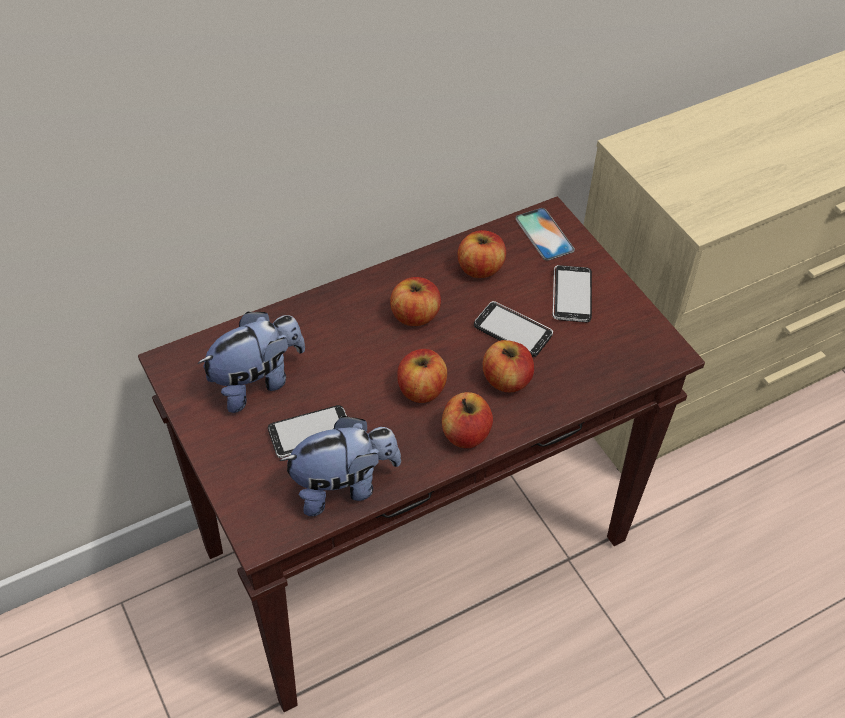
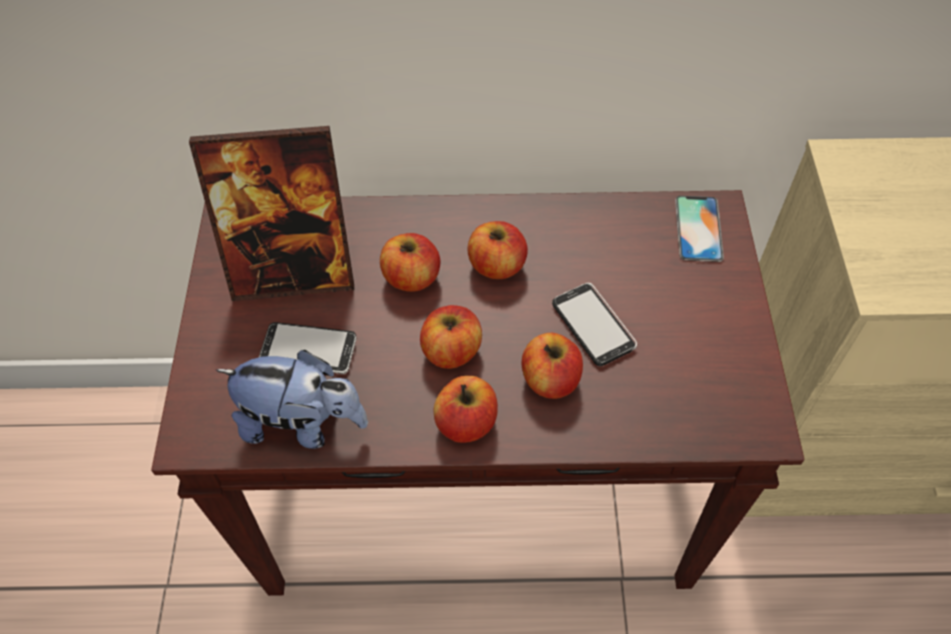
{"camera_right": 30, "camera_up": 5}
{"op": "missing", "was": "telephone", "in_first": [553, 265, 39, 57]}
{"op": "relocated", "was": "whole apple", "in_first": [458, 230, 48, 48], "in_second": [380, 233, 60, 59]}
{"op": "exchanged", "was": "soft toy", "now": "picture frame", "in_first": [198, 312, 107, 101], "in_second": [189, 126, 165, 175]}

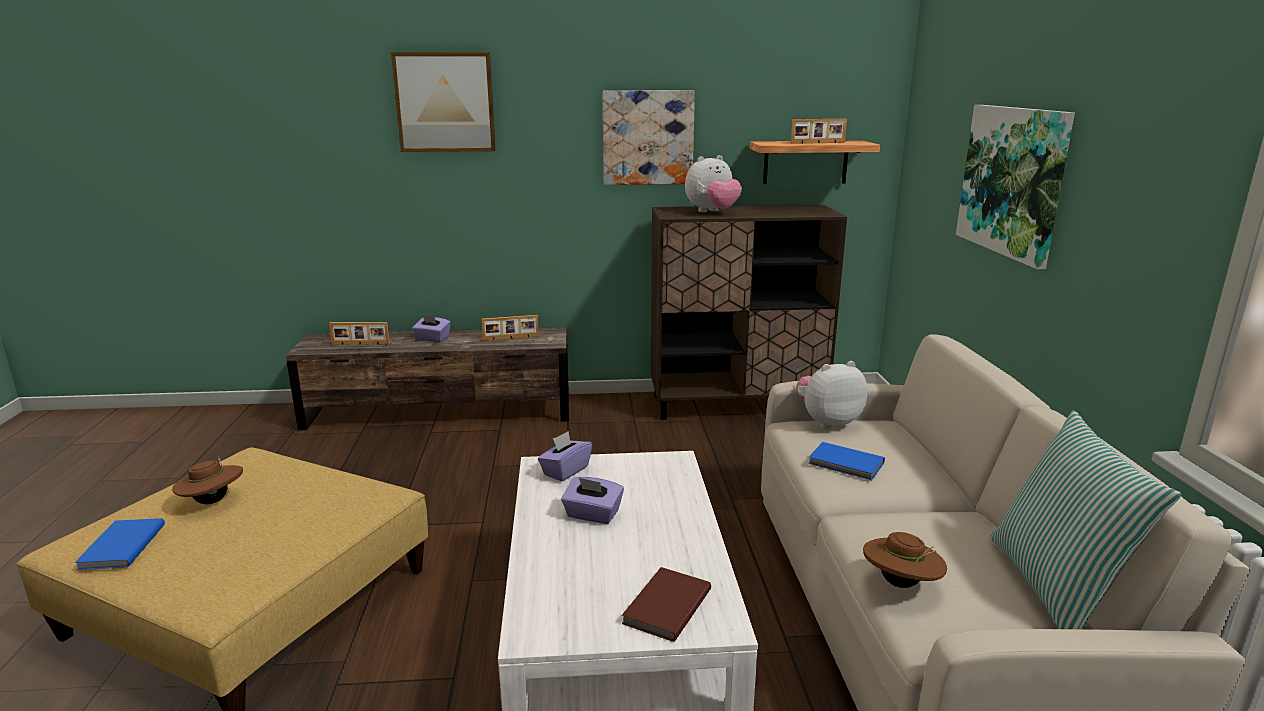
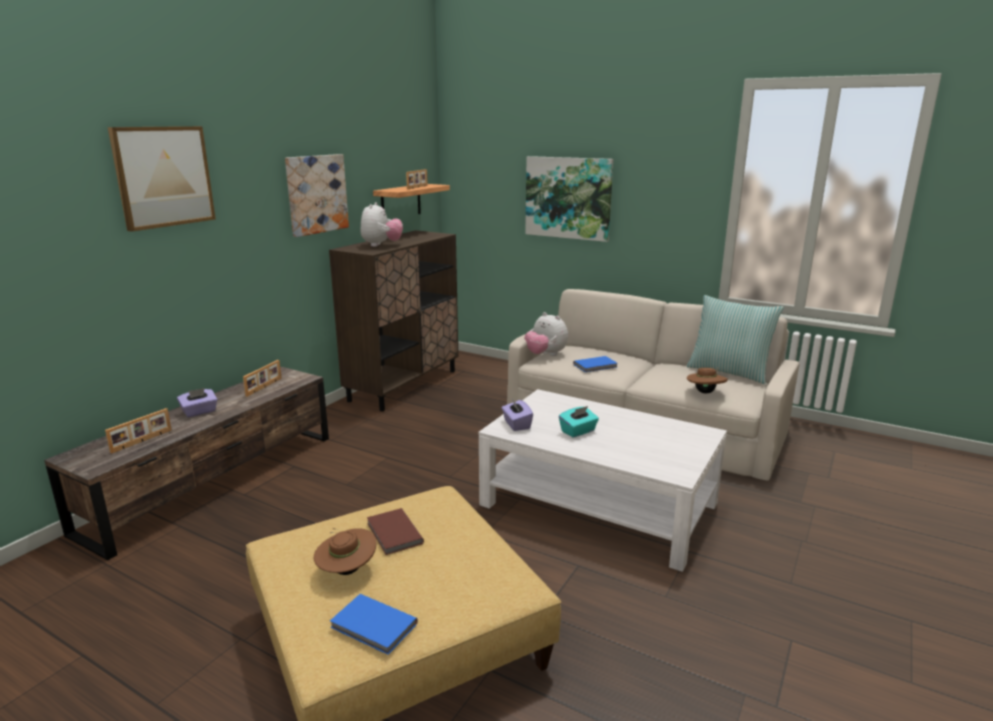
{"camera_right": -55, "camera_up": 0}
{"op": "relocated", "was": "brownish bound book", "in_first": [622, 567, 89, 75], "in_second": [367, 508, 57, 47]}
{"op": "colour", "was": "purplish tissue box", "now": "turquoise tissue box", "in_first": [561, 477, 63, 47], "in_second": [559, 406, 40, 31]}
{"op": "spun", "was": "soft toy", "in_first": [796, 361, 72, 69], "in_second": [524, 312, 44, 44], "clockwise": -60}

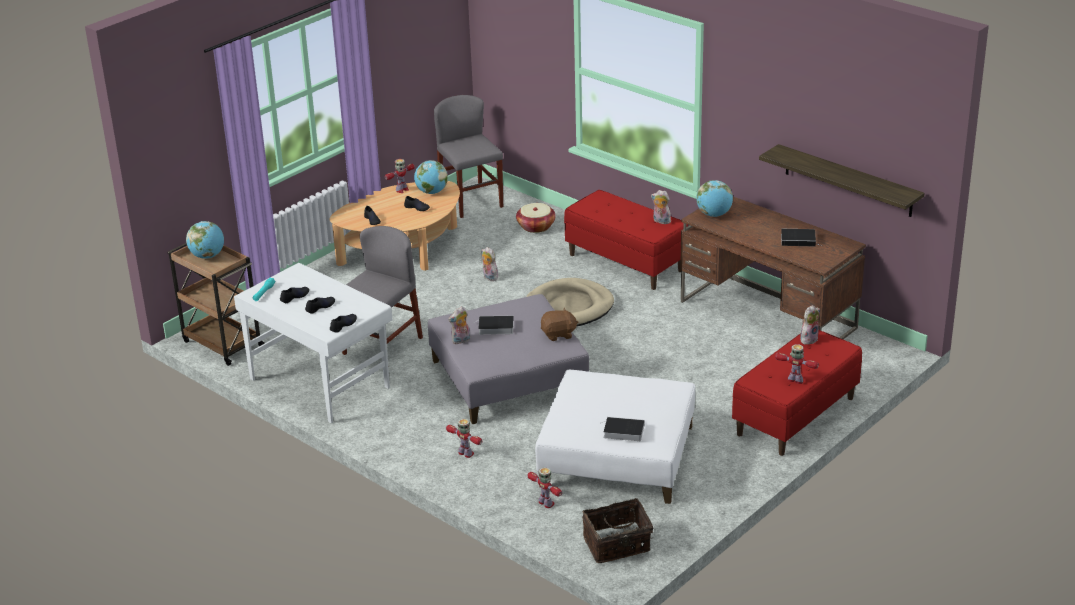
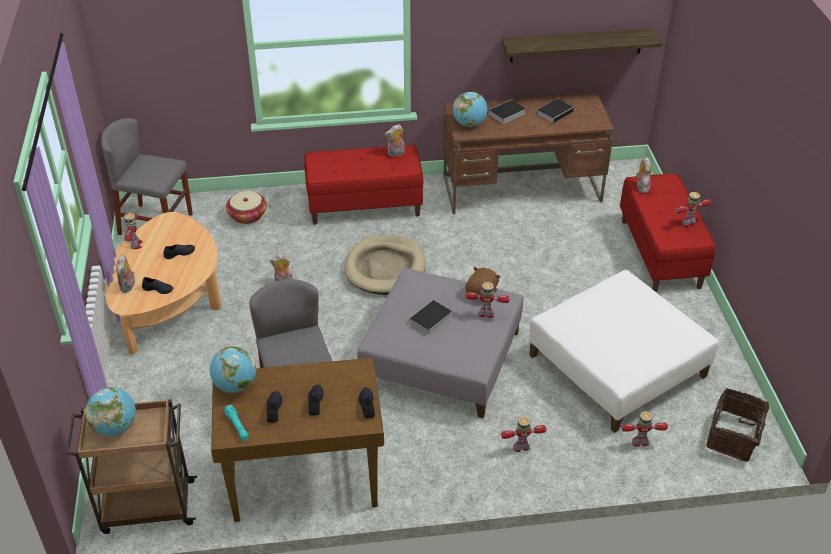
{"camera_right": -50, "camera_up": 10}
{"op": "appeared", "now": "model robot", "in_second": [465, 282, 45, 36]}
{"op": "relocated", "was": "globe", "in_first": [414, 160, 34, 34], "in_second": [210, 346, 46, 47]}
{"op": "relocated", "was": "soft toy", "in_first": [448, 306, 22, 38], "in_second": [116, 255, 19, 38]}
{"op": "relocated", "was": "bound book", "in_first": [602, 417, 43, 24], "in_second": [486, 100, 40, 24]}
{"op": "colour", "was": "white-coloured desk table", "now": "brownish desk table", "in_first": [234, 263, 158, 161], "in_second": [211, 358, 173, 164]}

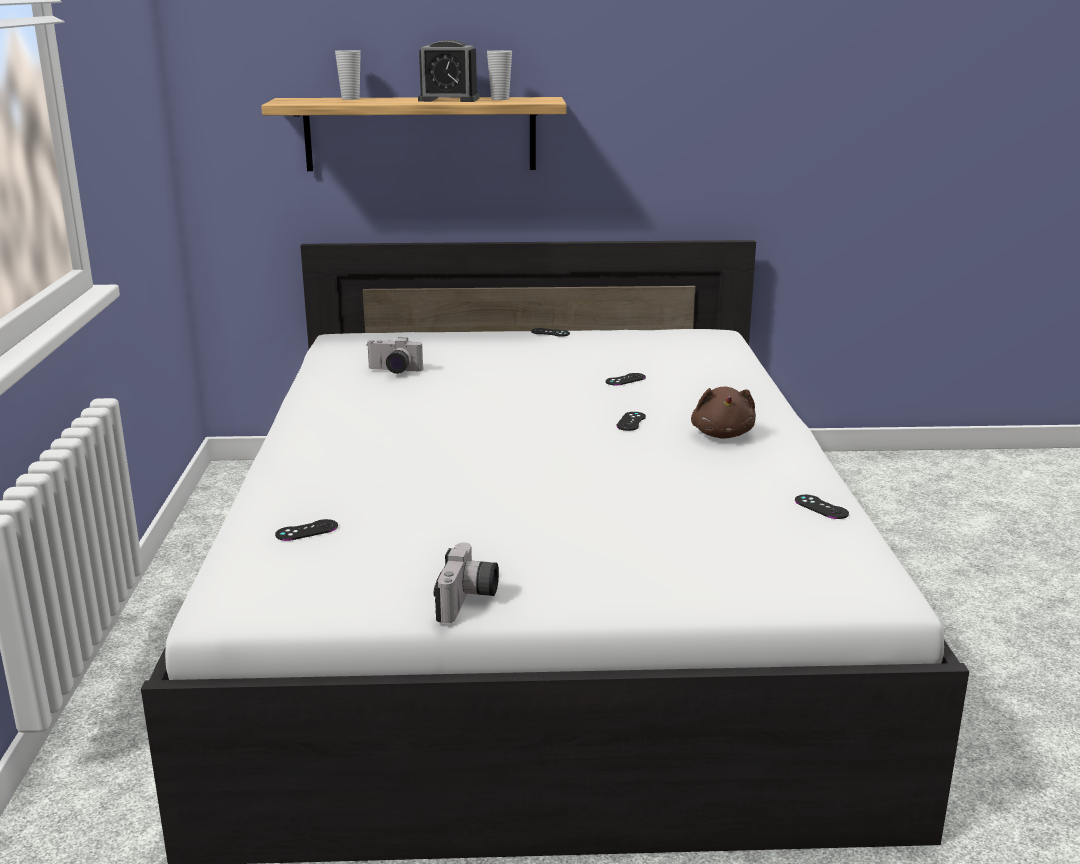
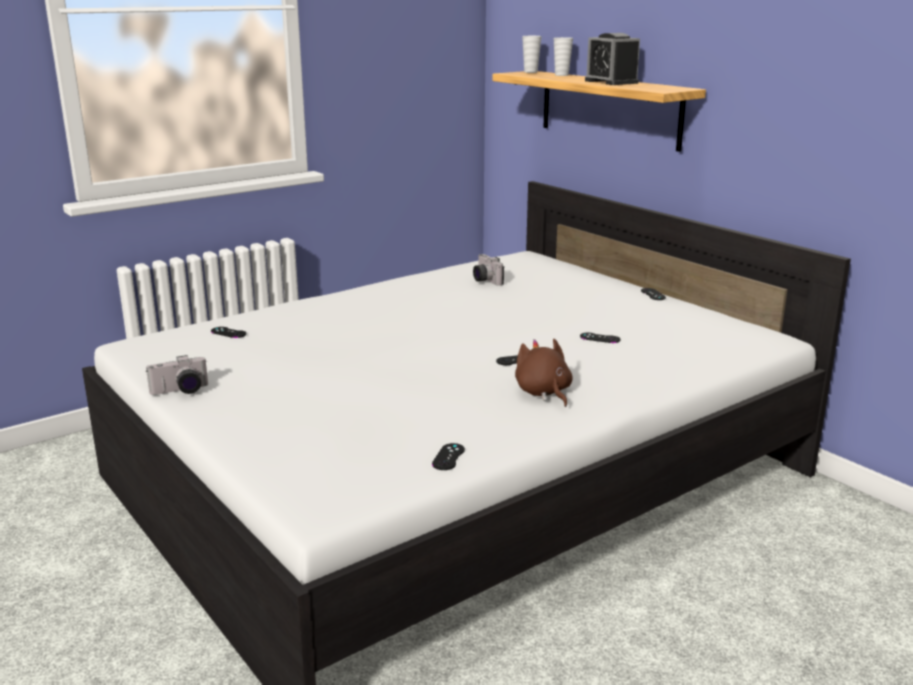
{"camera_right": 55, "camera_up": 0}
{"op": "relocated", "was": "drinking cup", "in_first": [487, 50, 25, 50], "in_second": [522, 36, 19, 37]}
{"op": "spun", "was": "brownish soft toy", "in_first": [691, 387, 65, 52], "in_second": [515, 338, 58, 69], "clockwise": 105}

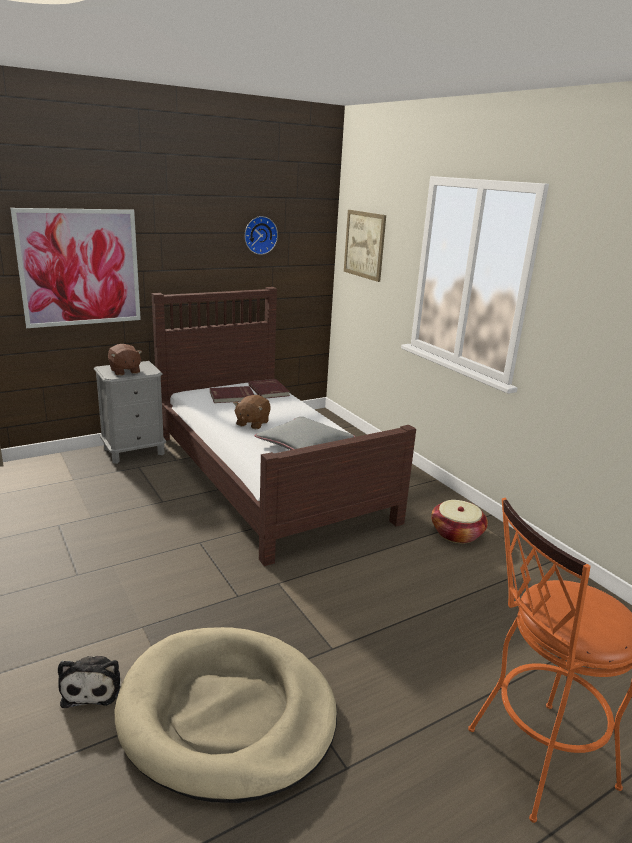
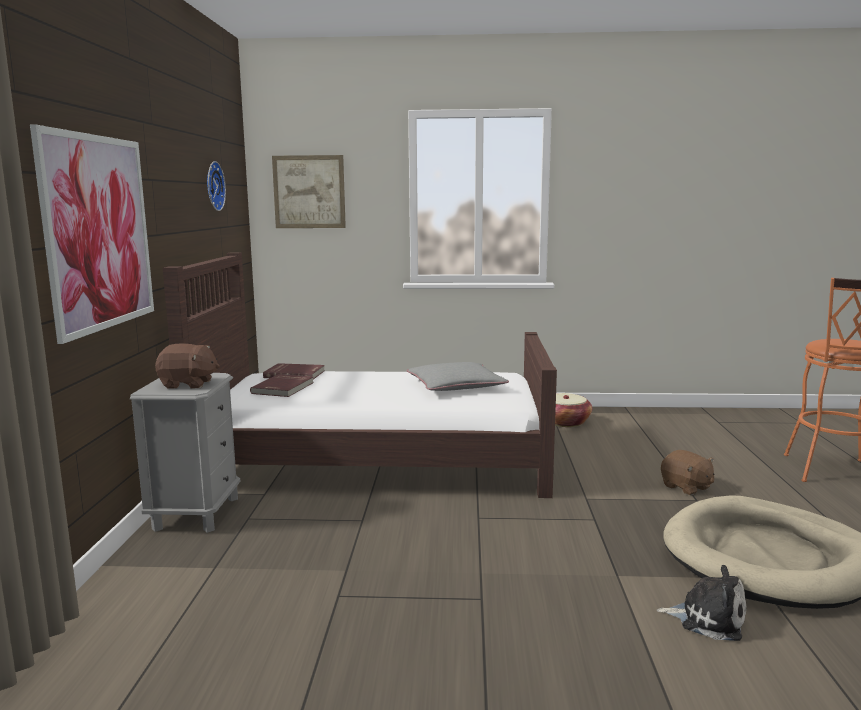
{"camera_right": -55, "camera_up": -10}
{"op": "relocated", "was": "brownish soft toy", "in_first": [234, 395, 37, 34], "in_second": [661, 450, 53, 46]}

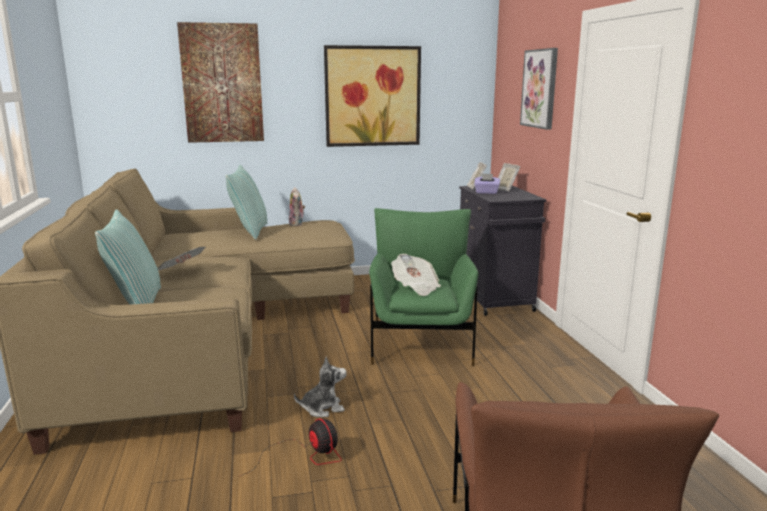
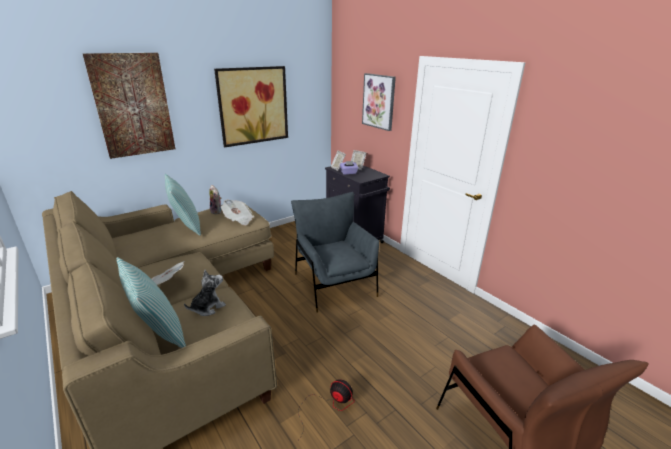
{"camera_right": -25, "camera_up": 10}
{"op": "relocated", "was": "soft toy", "in_first": [294, 357, 53, 60], "in_second": [184, 270, 42, 46]}
{"op": "relocated", "was": "newspaper", "in_first": [391, 254, 50, 42], "in_second": [221, 200, 33, 25]}
{"op": "colour", "was": "green-coloured armchair", "now": "gray armchair", "in_first": [369, 208, 109, 158], "in_second": [291, 192, 88, 121]}

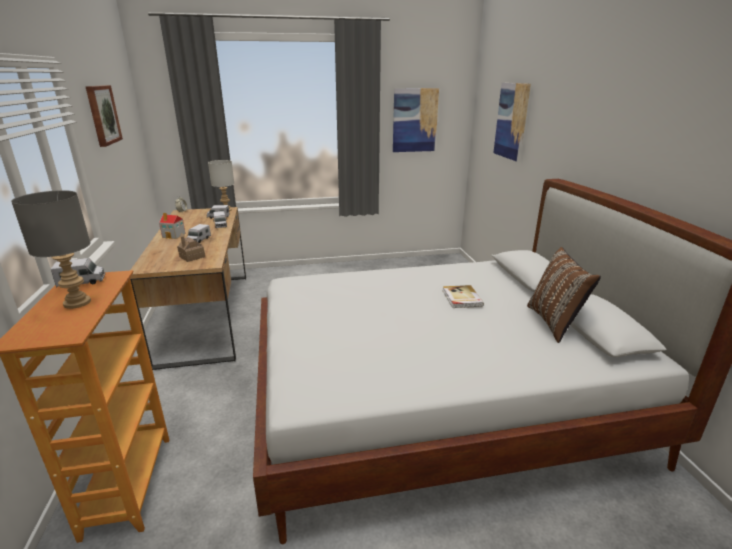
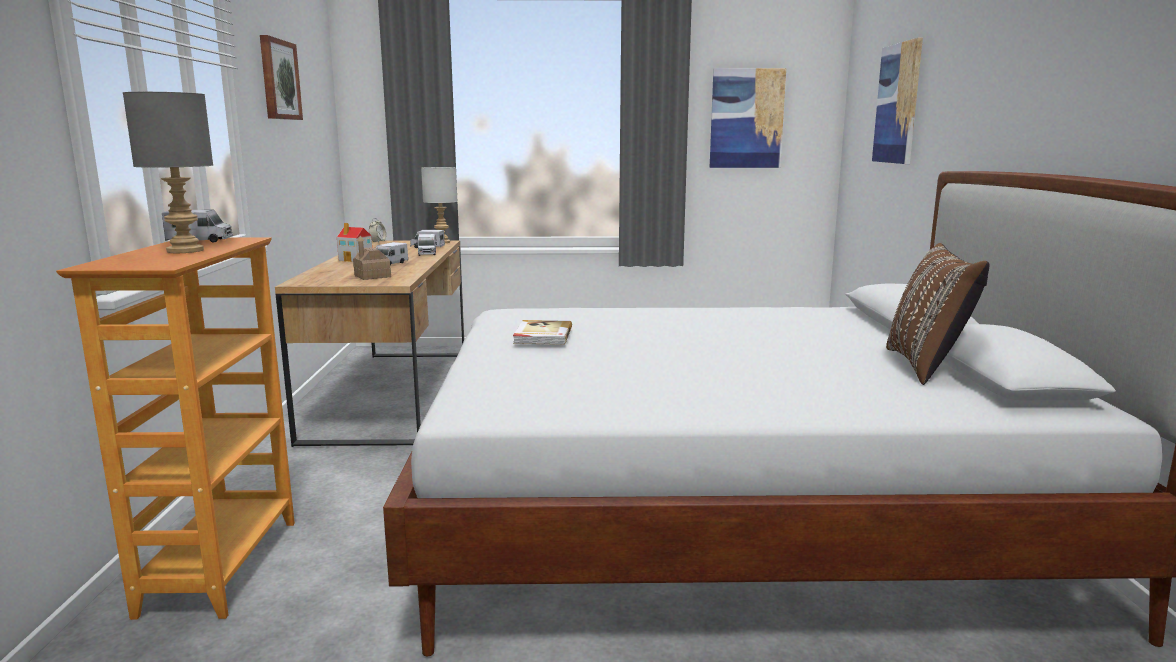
{"camera_right": 10, "camera_up": -10}
{"op": "relocated", "was": "bound book", "in_first": [442, 285, 42, 23], "in_second": [513, 320, 59, 25]}

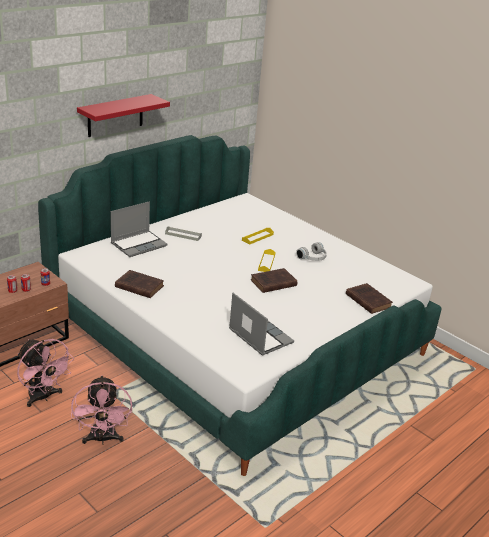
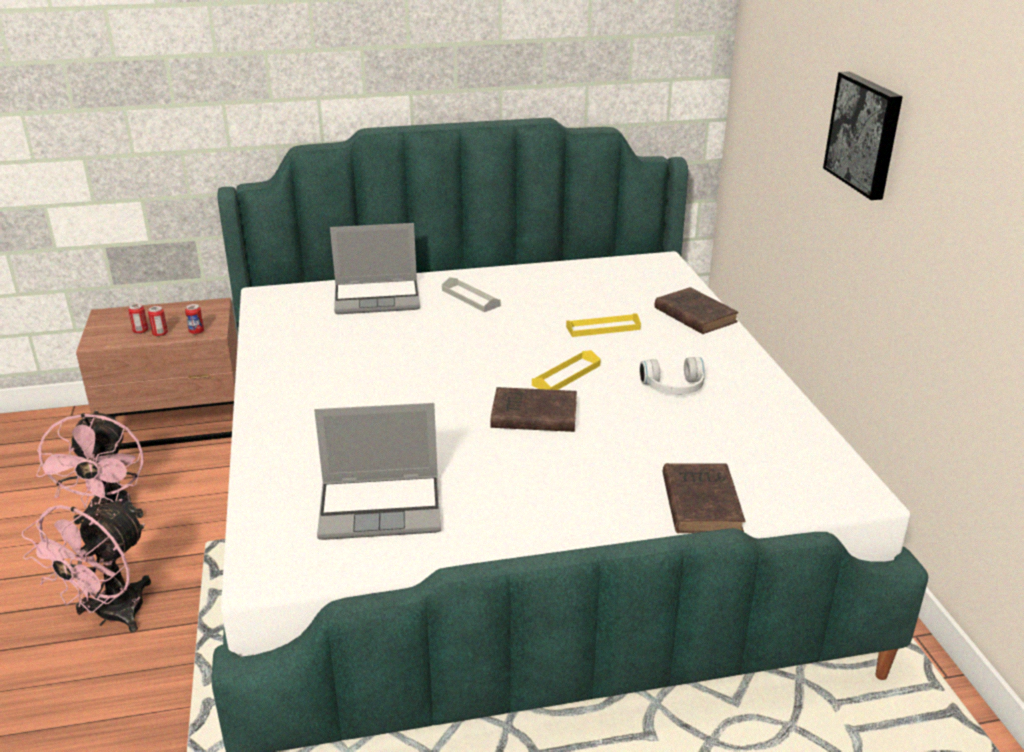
{"camera_right": 35, "camera_up": 0}
{"op": "missing", "was": "red shelf", "in_first": [77, 94, 93, 43]}
{"op": "appeared", "now": "picture", "in_second": [823, 71, 80, 129]}
{"op": "relocated", "was": "brownish bound book", "in_first": [115, 270, 49, 28], "in_second": [655, 287, 84, 47]}
{"op": "spun", "was": "portable computer", "in_first": [229, 293, 65, 63], "in_second": [314, 403, 127, 137], "clockwise": 90}

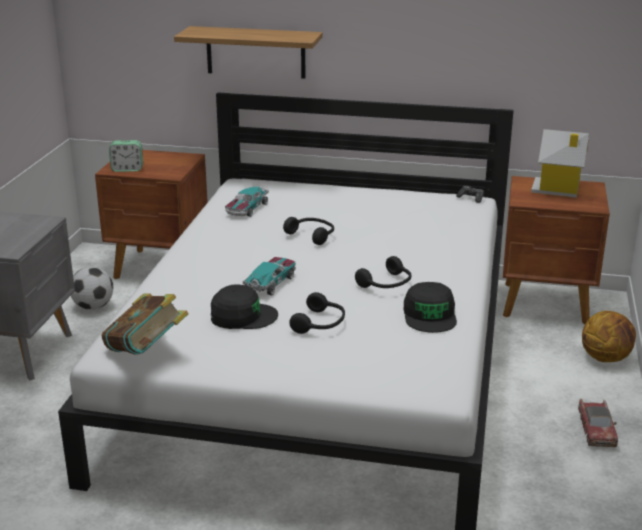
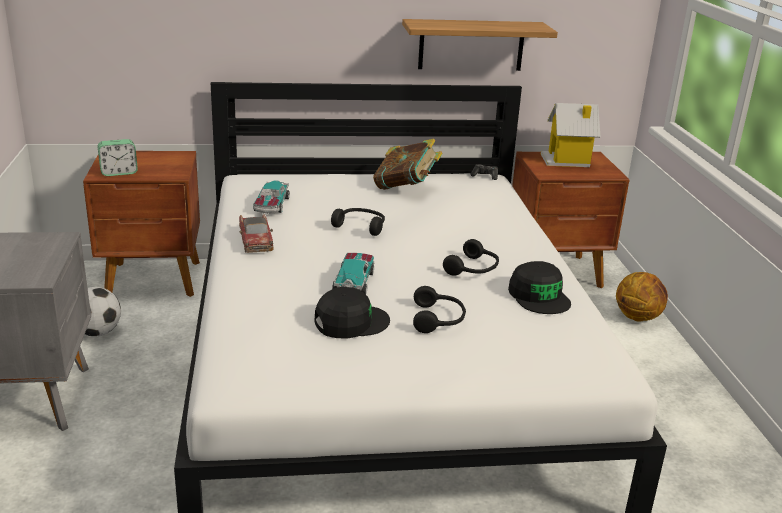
{"camera_right": -20, "camera_up": 0}
{"op": "relocated", "was": "bound book", "in_first": [101, 293, 88, 62], "in_second": [373, 138, 70, 52]}
{"op": "relocated", "was": "shelf", "in_first": [174, 26, 149, 53], "in_second": [402, 19, 156, 52]}
{"op": "relocated", "was": "model car", "in_first": [578, 399, 40, 48], "in_second": [239, 214, 34, 39]}

